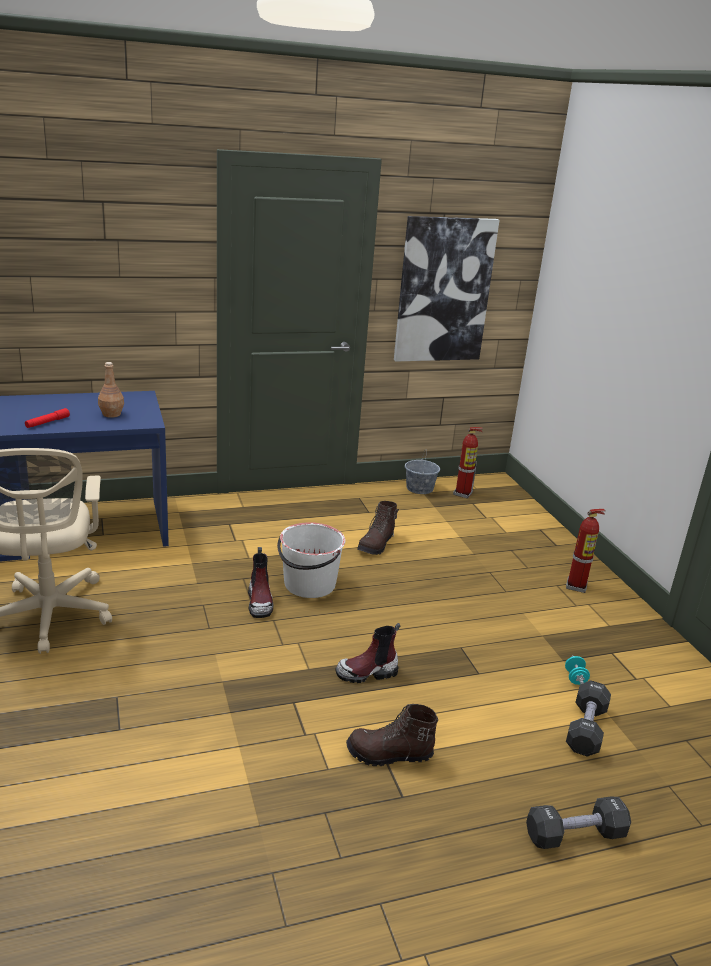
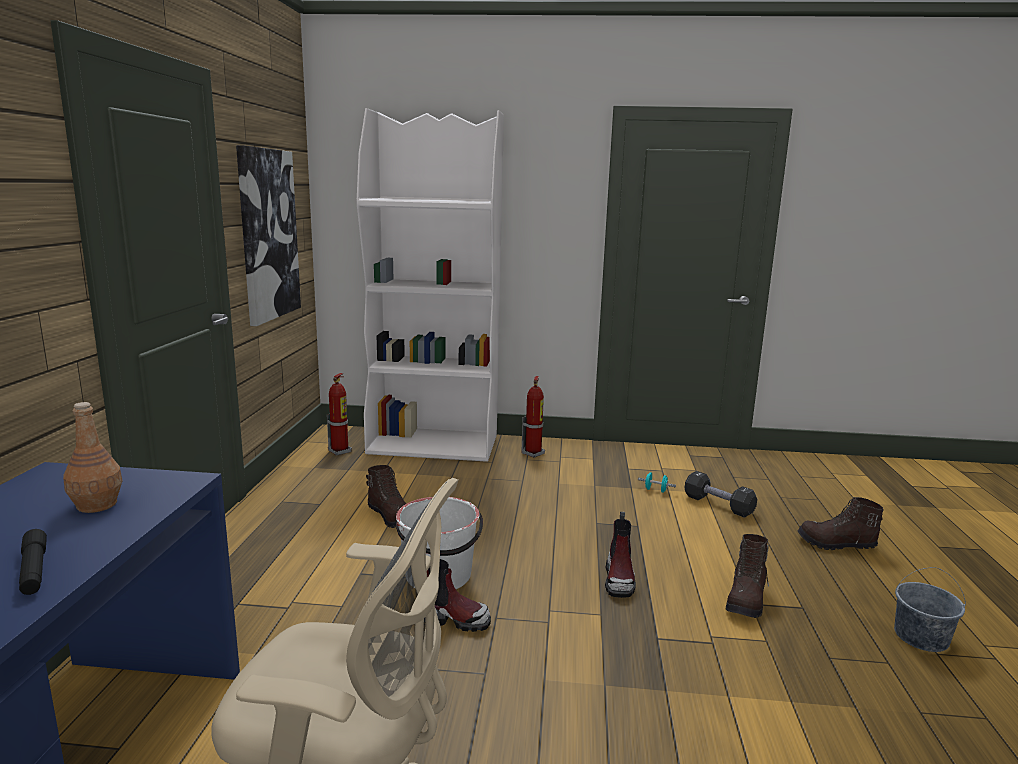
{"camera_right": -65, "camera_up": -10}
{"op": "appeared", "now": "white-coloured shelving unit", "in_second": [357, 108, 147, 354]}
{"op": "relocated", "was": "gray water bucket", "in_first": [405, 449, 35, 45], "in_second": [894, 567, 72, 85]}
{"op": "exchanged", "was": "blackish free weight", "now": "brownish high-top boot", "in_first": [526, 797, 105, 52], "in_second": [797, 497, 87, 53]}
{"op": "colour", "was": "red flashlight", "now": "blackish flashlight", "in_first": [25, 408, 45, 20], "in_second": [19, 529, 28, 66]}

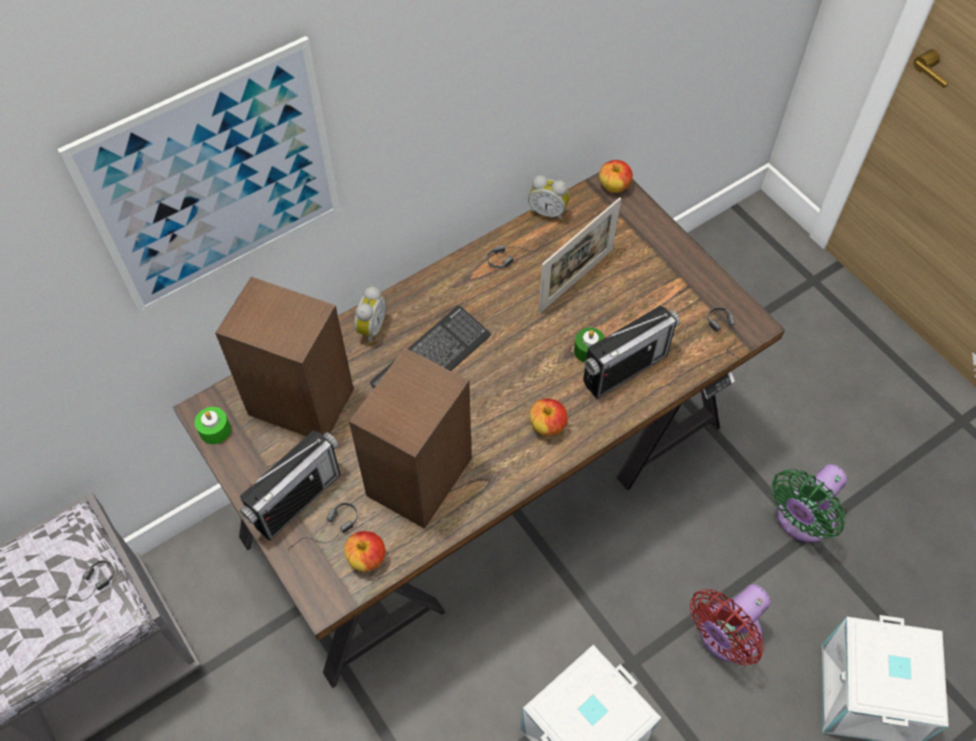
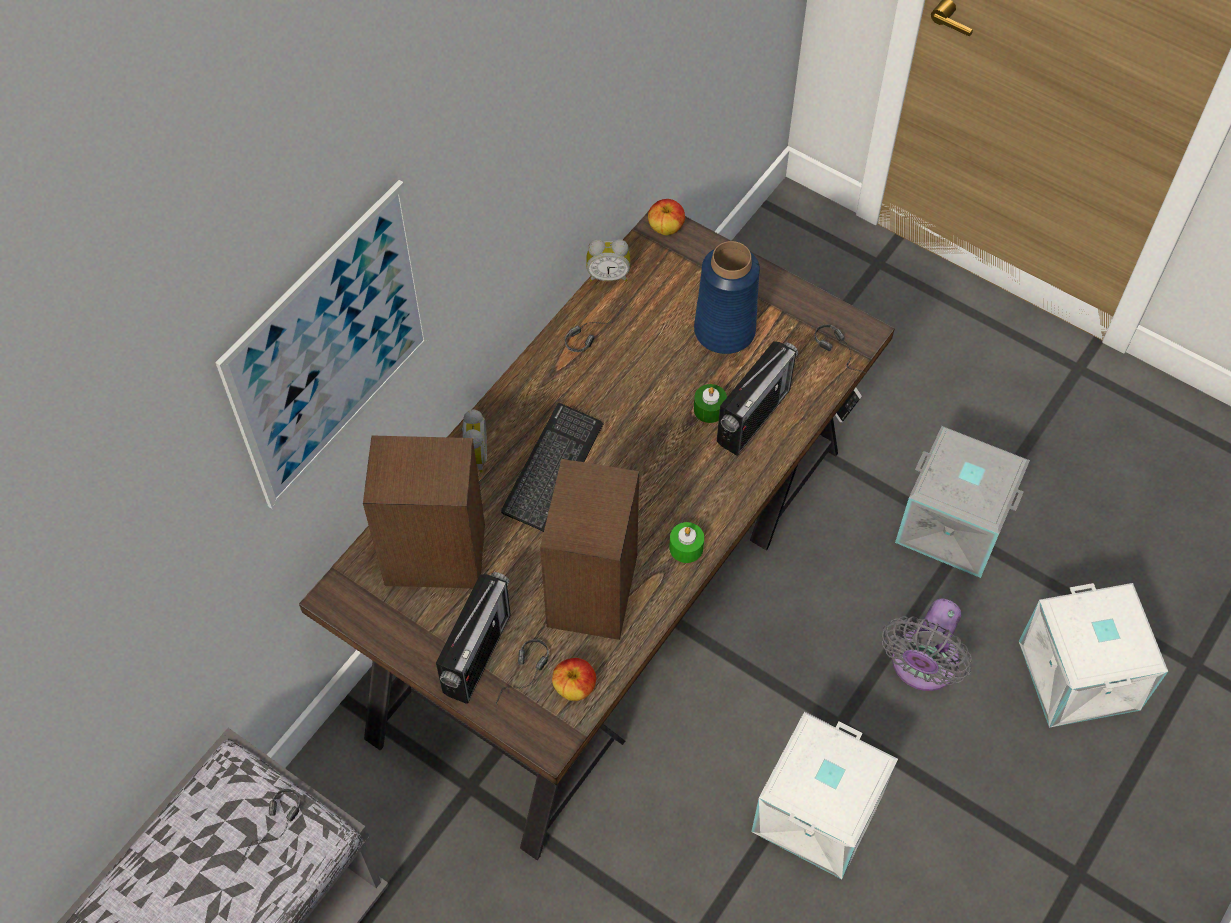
{"camera_right": -20, "camera_up": 0}
{"op": "missing", "was": "whole apple", "in_first": [530, 398, 38, 38]}
{"op": "missing", "was": "picture frame", "in_first": [539, 197, 82, 116]}
{"op": "appeared", "now": "bluish flower vase", "in_second": [694, 241, 66, 113]}
{"op": "relocated", "was": "green-coloured wax candle", "in_first": [195, 407, 36, 37], "in_second": [669, 522, 35, 41]}
{"op": "exchanged", "was": "green-coloured electric fan", "now": "gray storage container", "in_first": [771, 464, 76, 79], "in_second": [895, 426, 135, 152]}
{"op": "colour", "was": "red electric fan", "now": "gray electric fan", "in_first": [690, 584, 81, 82], "in_second": [882, 599, 90, 92]}

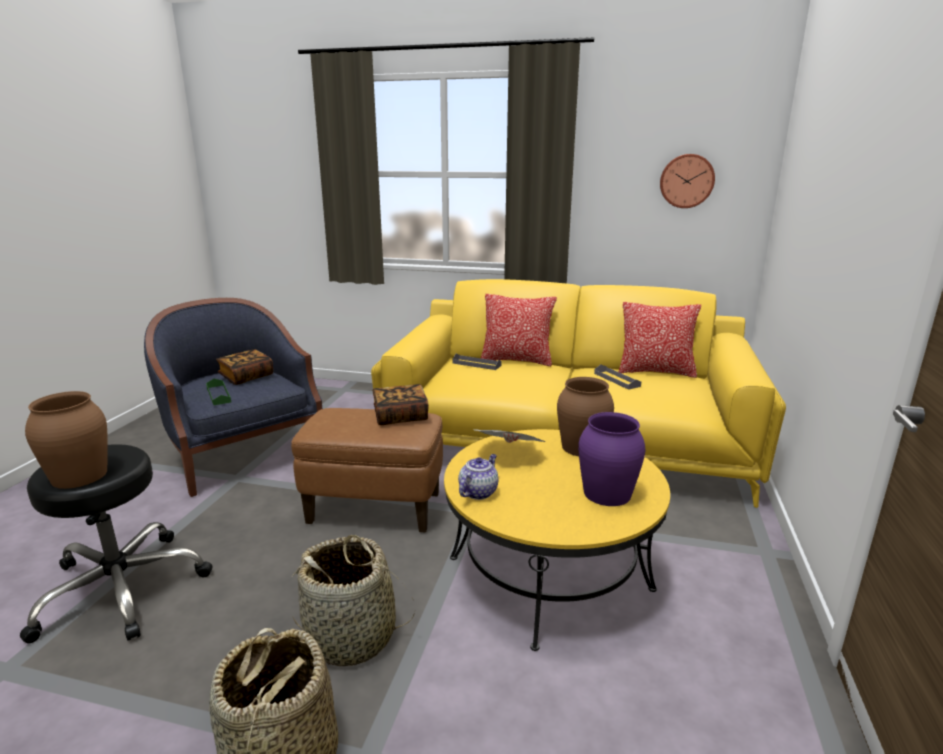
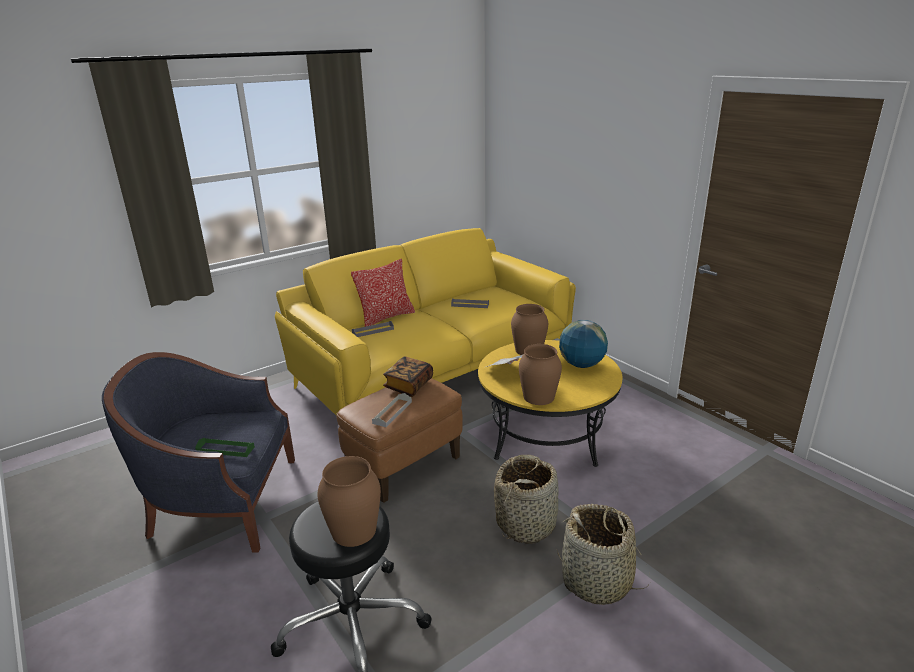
{"camera_right": -50, "camera_up": 5}
{"op": "missing", "was": "bound book", "in_first": [216, 349, 57, 36]}
{"op": "missing", "was": "cushion", "in_first": [619, 302, 82, 76]}
{"op": "missing", "was": "clock on the wall", "in_first": [660, 154, 55, 54]}
{"op": "appeared", "now": "gray serving tray", "in_second": [372, 393, 40, 34]}
{"op": "exchanged", "was": "tea pot", "now": "brownish flower vase", "in_first": [458, 454, 41, 46], "in_second": [519, 344, 43, 61]}
{"op": "exchanged", "was": "purplish flower vase", "now": "globe", "in_first": [578, 412, 67, 94], "in_second": [559, 320, 49, 48]}

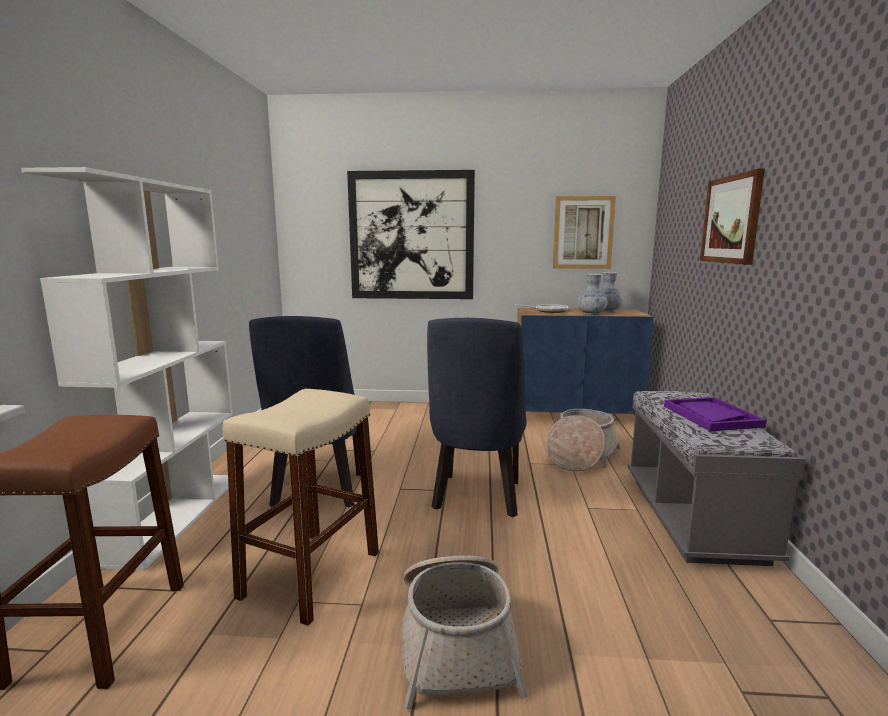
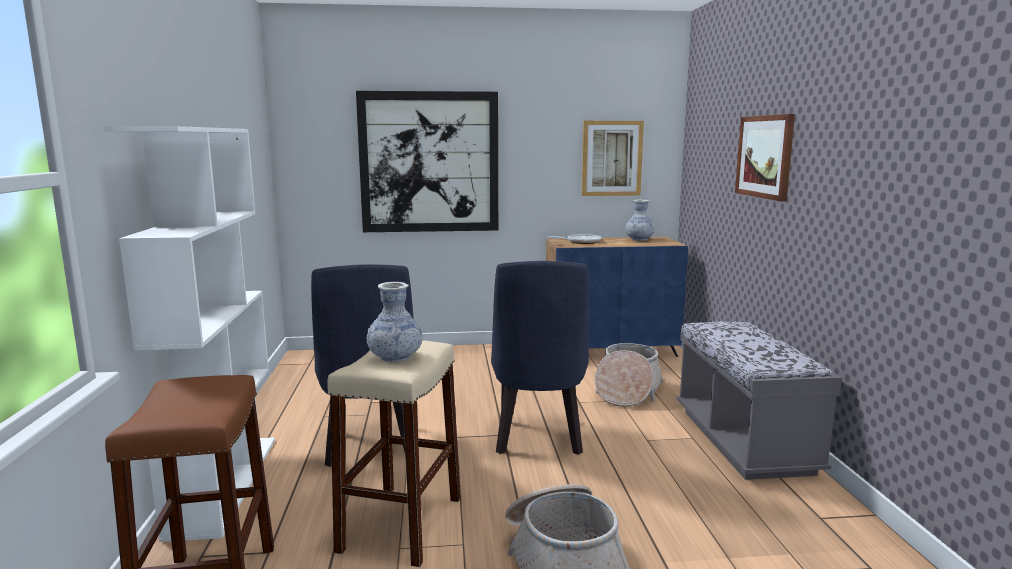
{"camera_right": -10, "camera_up": 0}
{"op": "missing", "was": "purplish serving tray", "in_first": [664, 397, 103, 34]}
{"op": "relocated", "was": "flower vase", "in_first": [577, 273, 30, 42], "in_second": [367, 282, 56, 80]}

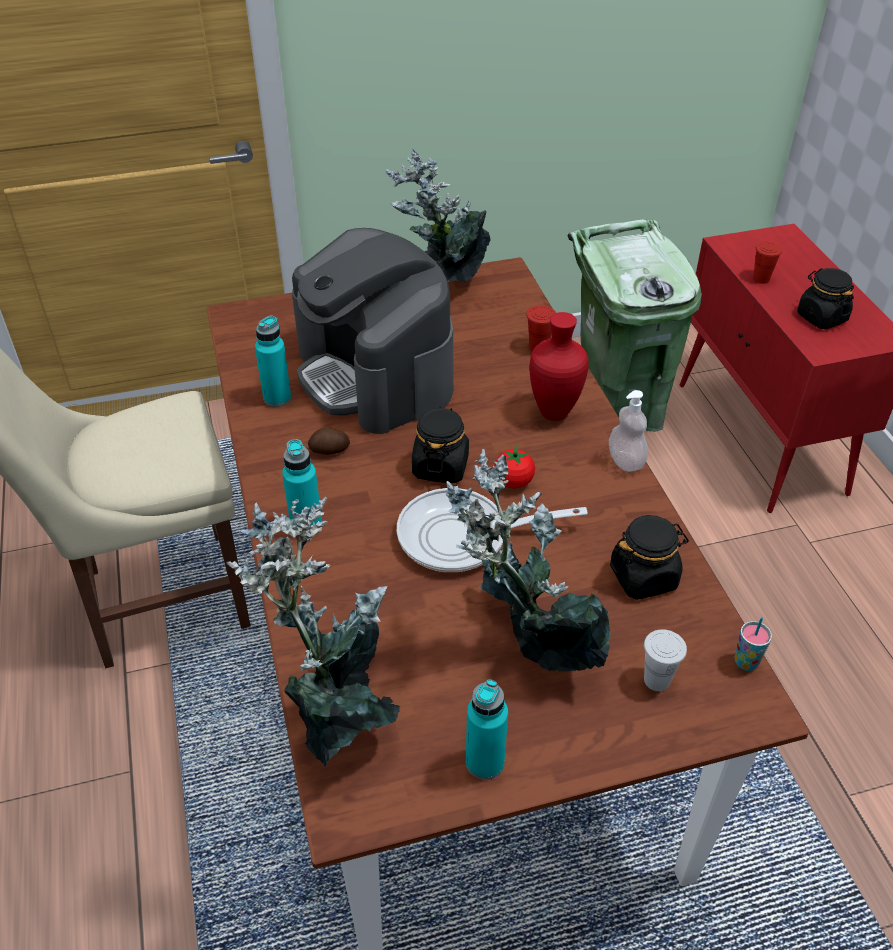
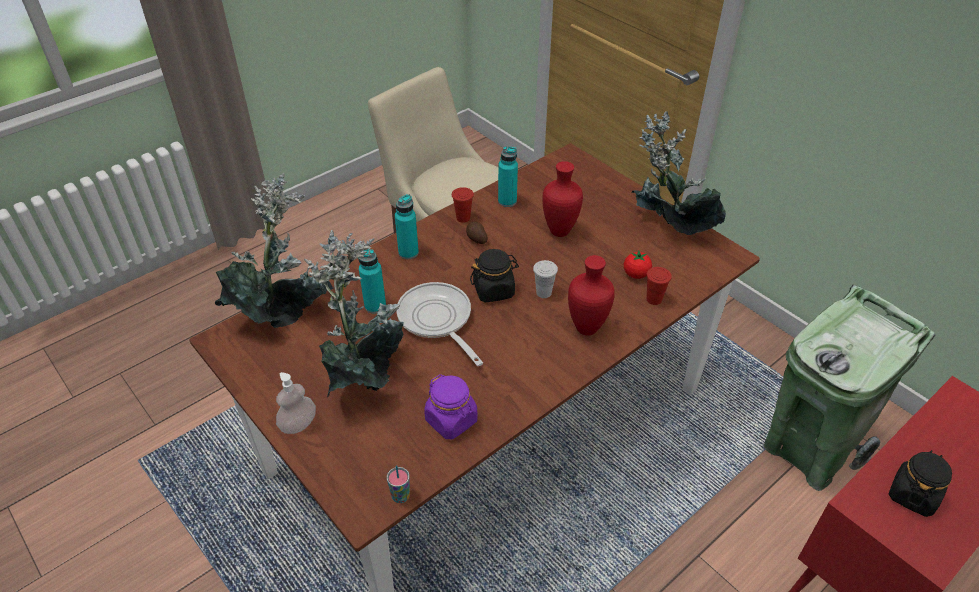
{"camera_right": 65, "camera_up": 0}
{"op": "relocated", "was": "turquoise bottle", "in_first": [466, 679, 42, 101], "in_second": [358, 249, 28, 65]}
{"op": "relocated", "was": "fresh tomato", "in_first": [494, 446, 41, 42], "in_second": [624, 250, 28, 29]}
{"op": "relocated", "was": "soap bottle", "in_first": [609, 390, 39, 82], "in_second": [276, 372, 40, 62]}
{"op": "relocated", "was": "white-coloured drinking cup", "in_first": [644, 629, 43, 62], "in_second": [533, 260, 25, 38]}
{"op": "relocated", "was": "red drinking cup", "in_first": [753, 241, 29, 43], "in_second": [452, 187, 22, 36]}
{"op": "exchanged", "was": "coffee maker", "now": "red flower vase", "in_first": [292, 228, 162, 206], "in_second": [542, 161, 41, 76]}
{"op": "colour", "was": "blackish storage jar", "now": "purplish storage jar", "in_first": [610, 515, 79, 85], "in_second": [424, 374, 53, 65]}

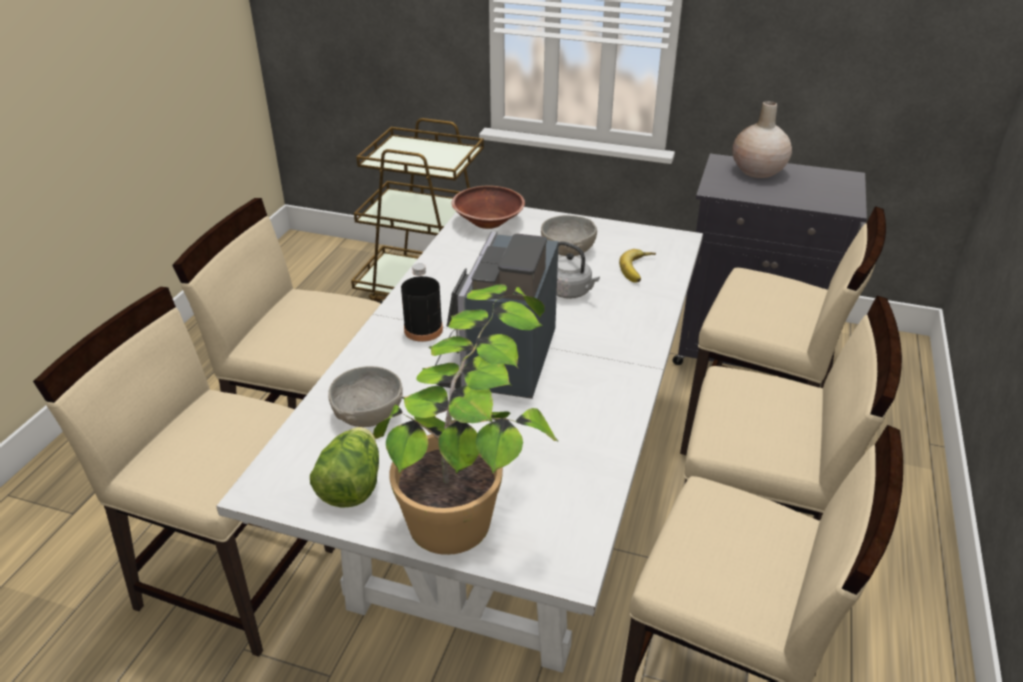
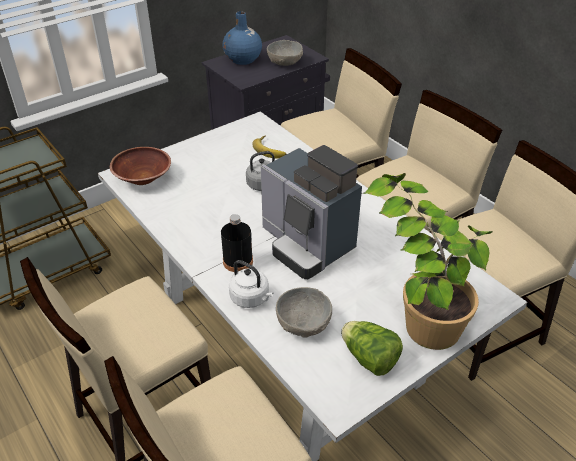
{"camera_right": -55, "camera_up": 5}
{"op": "appeared", "now": "white-coloured kettle", "in_second": [229, 260, 44, 48]}
{"op": "relocated", "was": "gray deep dish", "in_first": [541, 215, 56, 41], "in_second": [267, 40, 36, 26]}
{"op": "colour", "was": "sand-coloured flower vase", "now": "bluish flower vase", "in_first": [732, 101, 60, 77], "in_second": [223, 11, 39, 54]}

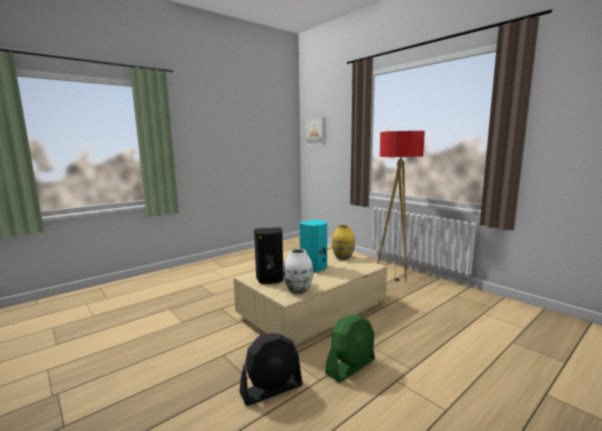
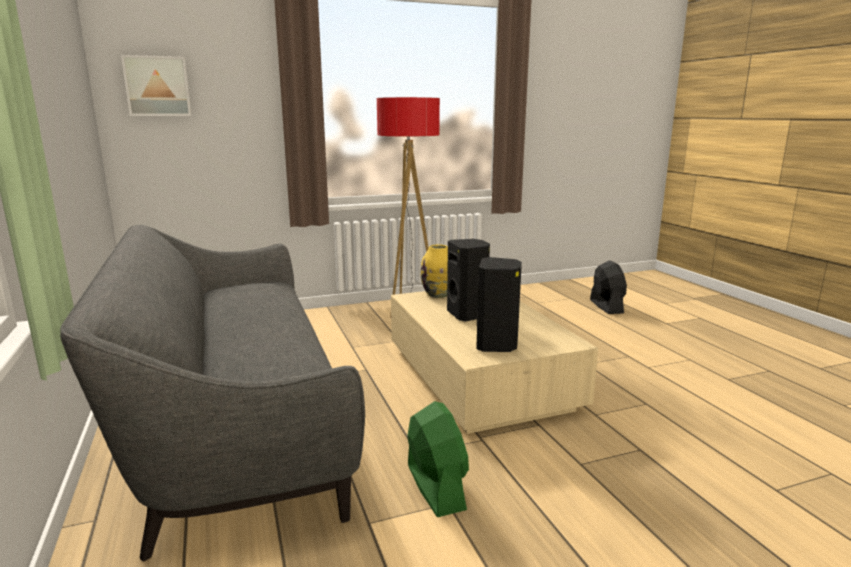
{"camera_right": -70, "camera_up": 5}
{"op": "missing", "was": "white-coloured flower vase", "in_first": [284, 249, 29, 45]}
{"op": "appeared", "now": "gray couch", "in_second": [60, 225, 305, 336]}
{"op": "relocated", "was": "blackish electric fan", "in_first": [239, 333, 64, 73], "in_second": [590, 260, 37, 54]}
{"op": "relocated", "was": "green-coloured electric fan", "in_first": [325, 315, 50, 68], "in_second": [407, 401, 62, 116]}
{"op": "colour", "was": "turquoise loudspeaker", "now": "blackish loudspeaker", "in_first": [300, 219, 27, 53], "in_second": [447, 239, 43, 83]}

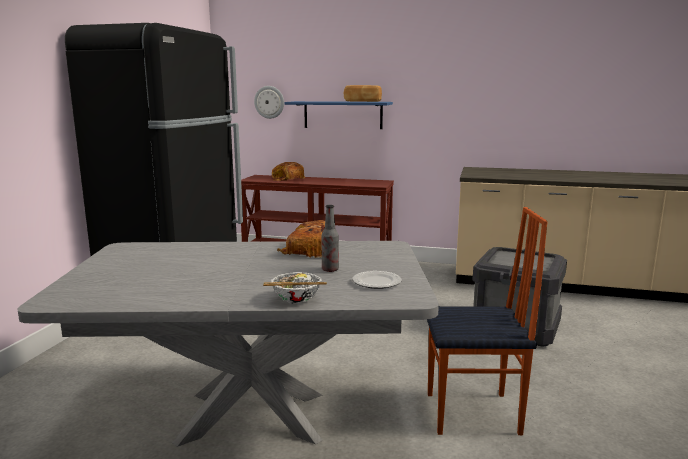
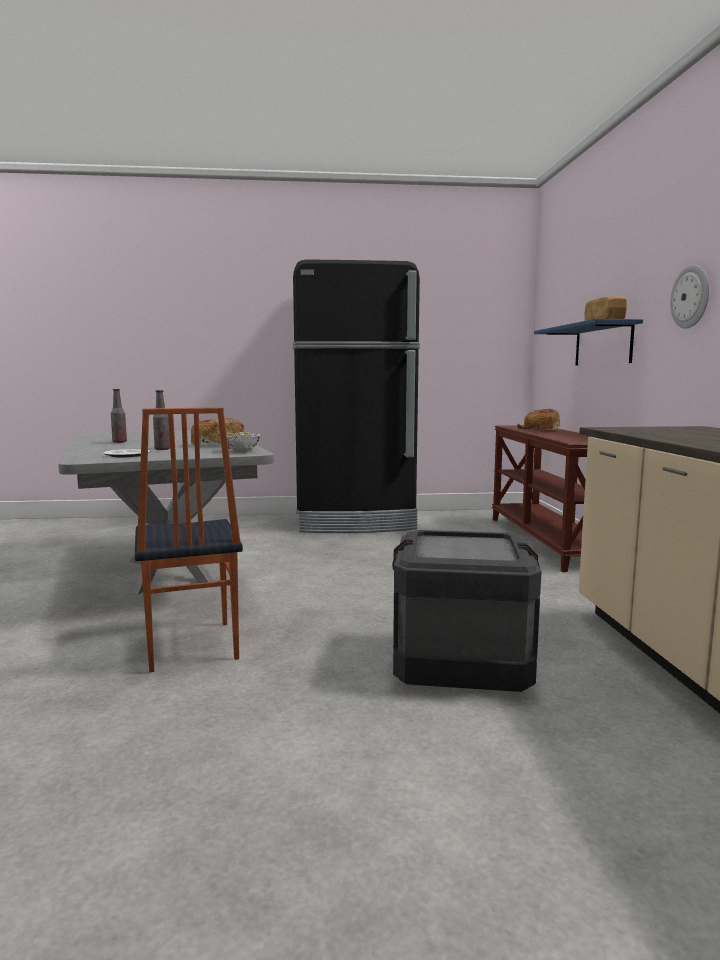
{"camera_right": 70, "camera_up": -5}
{"op": "appeared", "now": "bottle", "in_second": [111, 389, 16, 54]}
{"op": "relocated", "was": "clock on the wall", "in_first": [254, 86, 30, 33], "in_second": [670, 265, 39, 64]}
{"op": "relocated", "was": "deep dish", "in_first": [263, 272, 64, 31], "in_second": [226, 431, 35, 21]}

